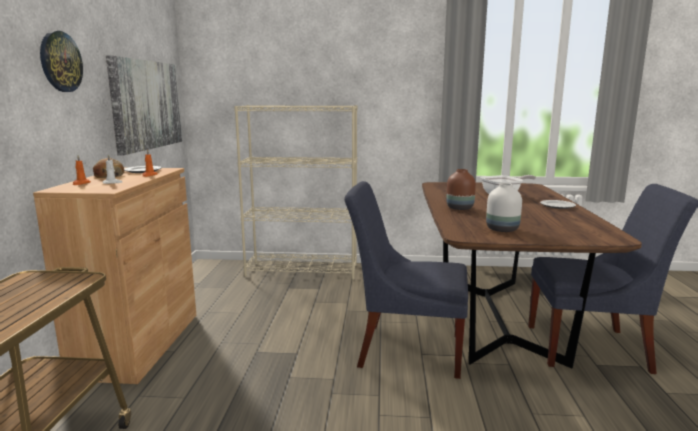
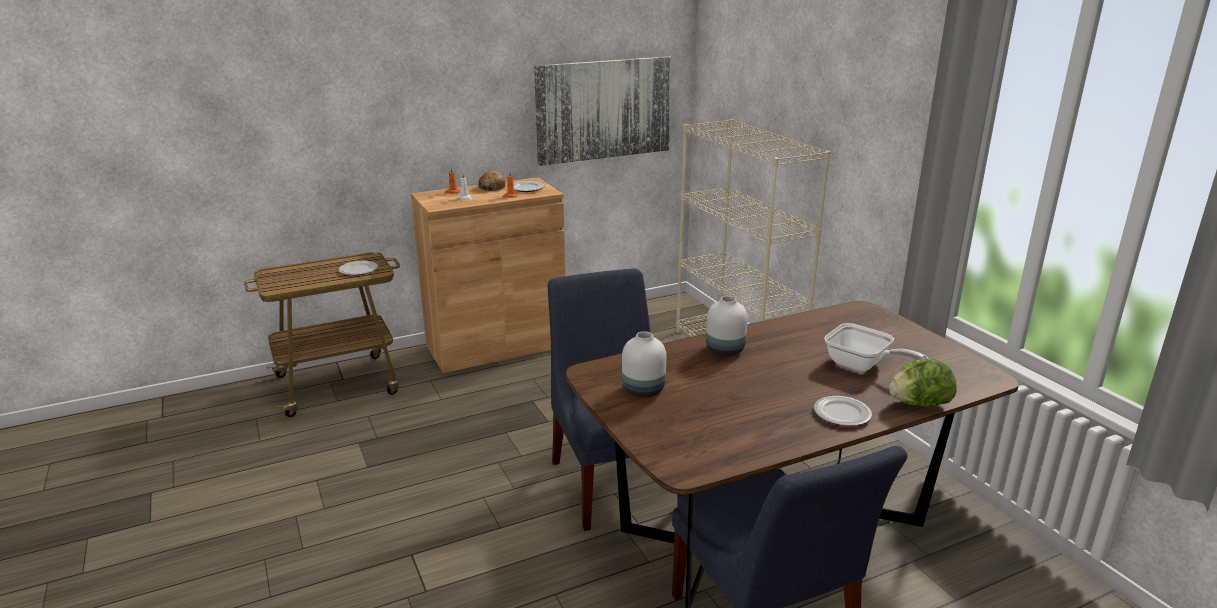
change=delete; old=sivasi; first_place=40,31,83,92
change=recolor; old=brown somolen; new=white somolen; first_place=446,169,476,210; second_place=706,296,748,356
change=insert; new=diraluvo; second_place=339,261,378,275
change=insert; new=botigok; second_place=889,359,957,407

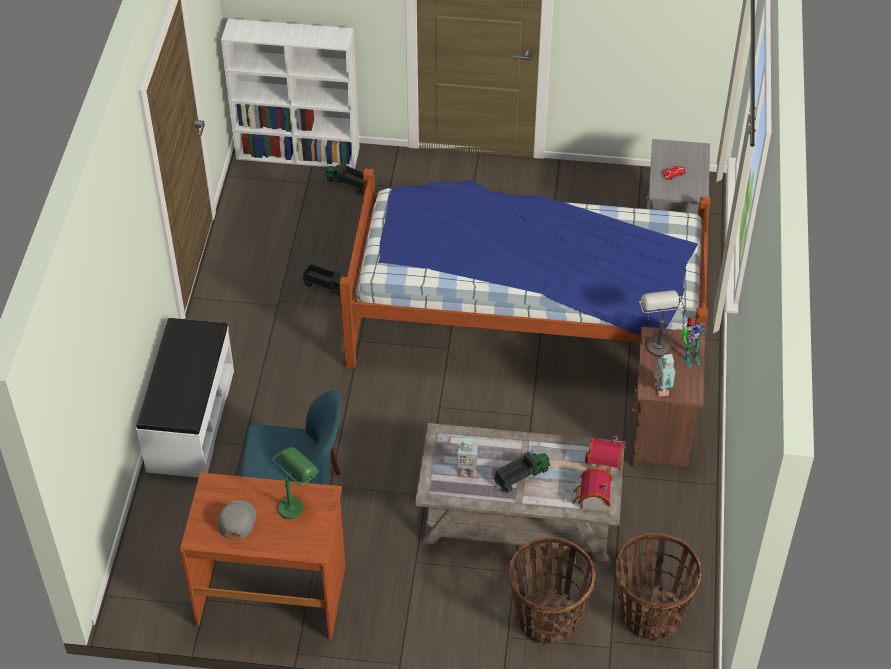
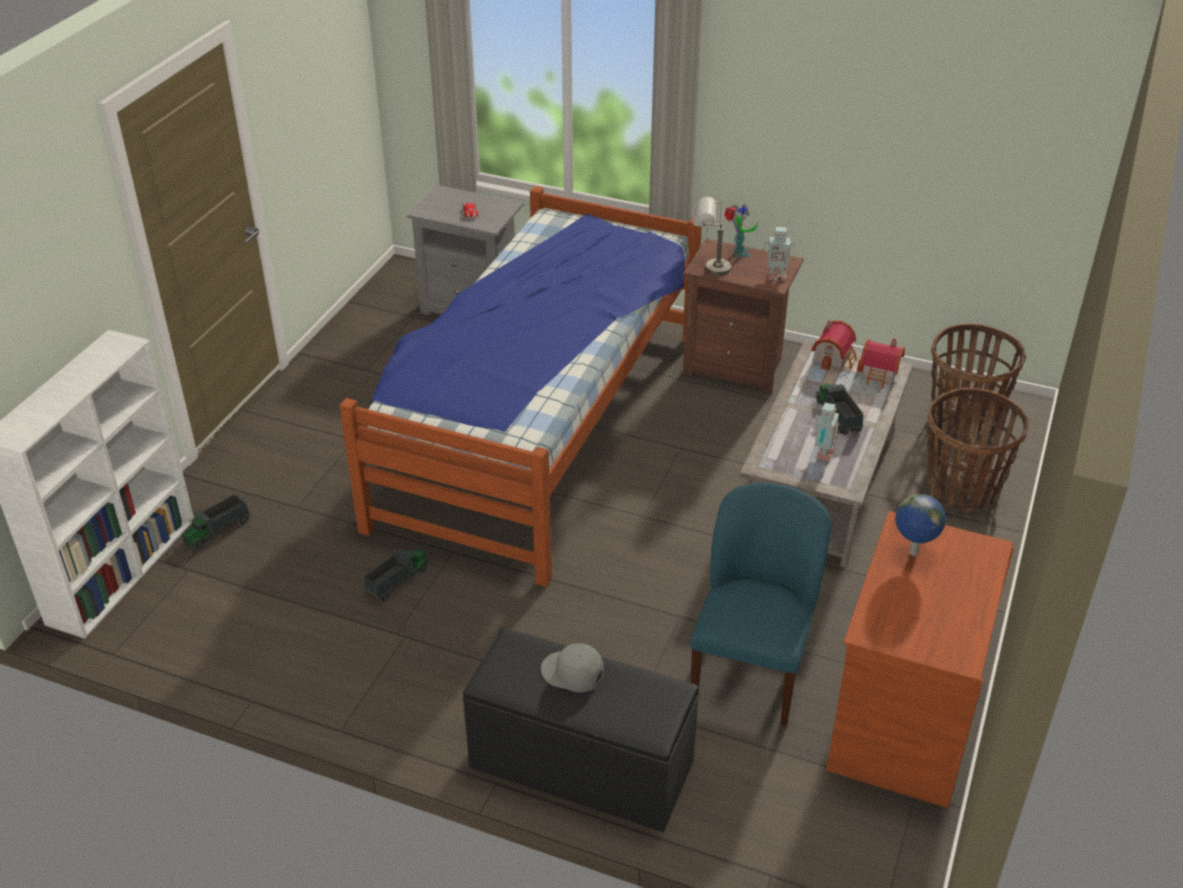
change=recolor; old=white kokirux; new=black kokirux; first_place=136,318,234,478; second_place=463,627,700,832
change=move; old=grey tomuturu; first_place=218,500,256,539; second_place=541,643,604,692
change=replace; old=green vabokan; new=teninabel; first_place=272,447,318,519; second_place=895,494,946,556

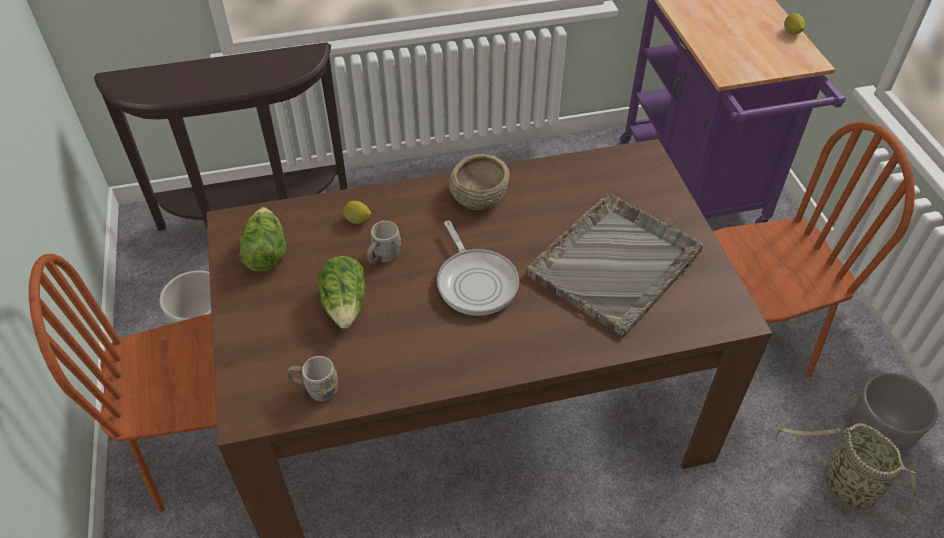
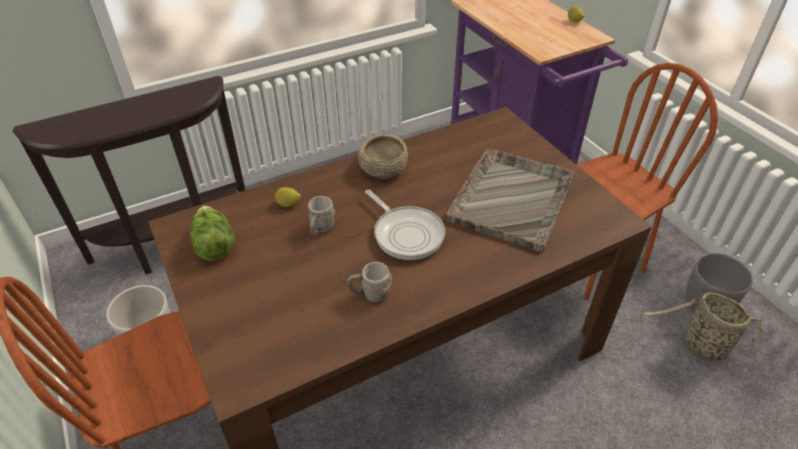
change=move; old=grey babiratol; first_place=287,356,338,402; second_place=348,262,392,302
change=delete; old=botigok; first_place=317,256,366,329

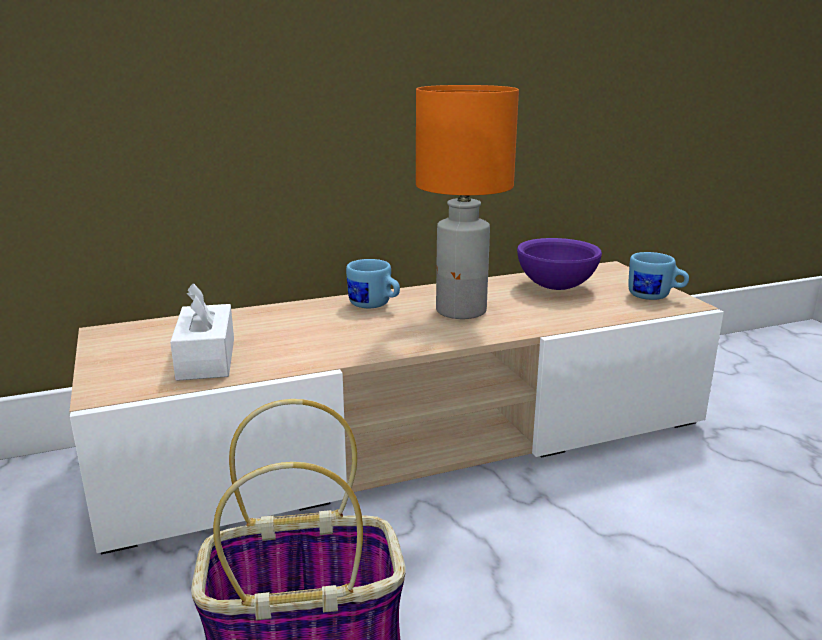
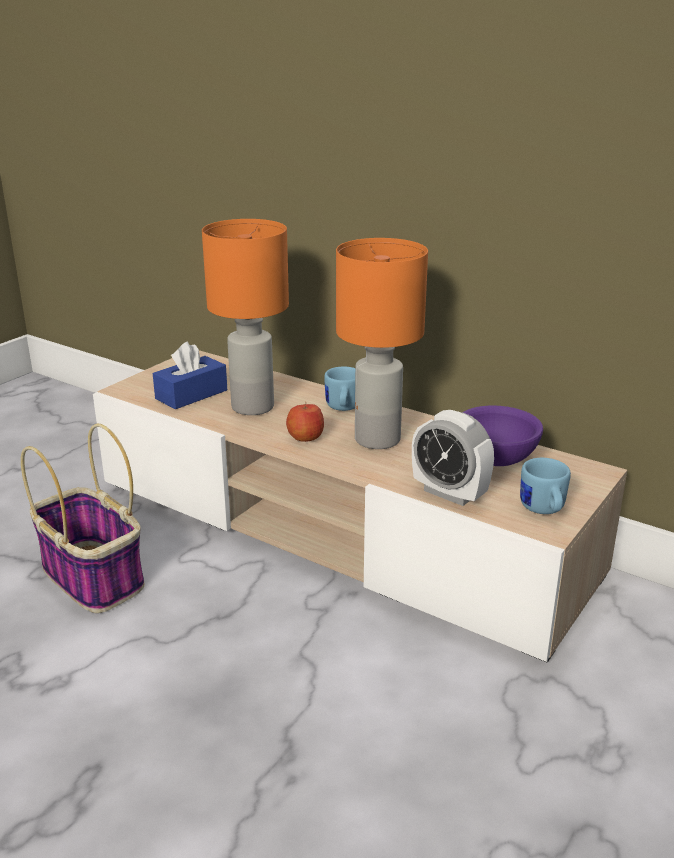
change=recolor; old=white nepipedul; new=blue nepipedul; first_place=170,283,234,381; second_place=153,341,227,409
change=insert; new=orange vabokan; second_place=202,219,289,415
change=insert; new=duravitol; second_place=286,402,324,442
change=insert; new=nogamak; second_place=412,410,494,506

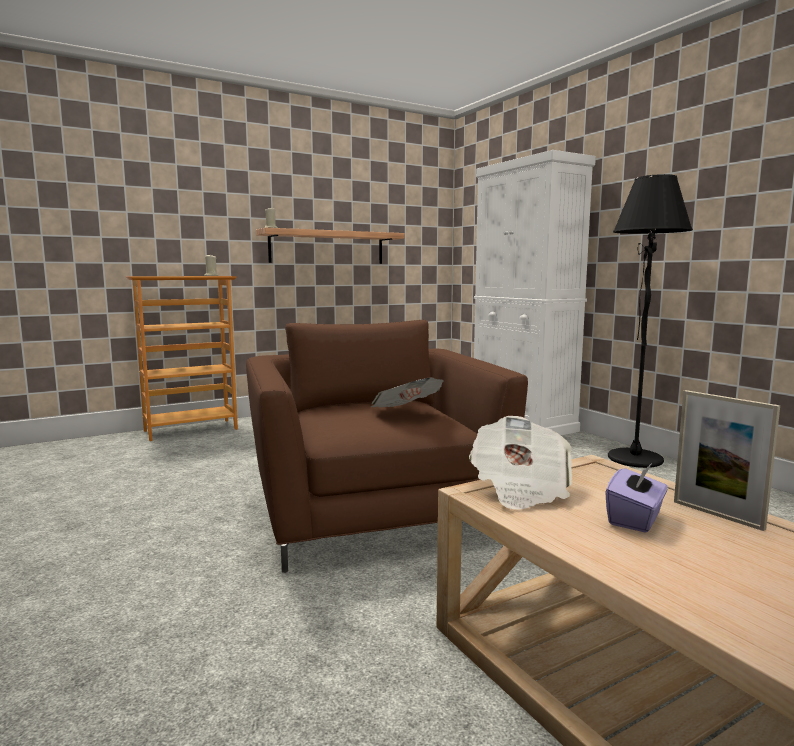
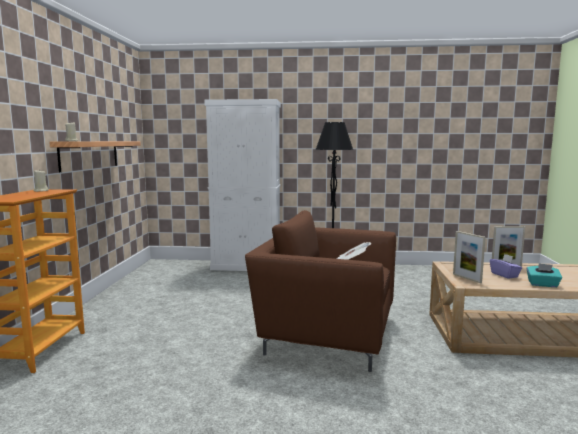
change=replace; old=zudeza; new=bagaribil; first_place=469,416,572,509; second_place=453,231,486,283
change=insert; new=turquoise nepipedul; second_place=527,263,562,287

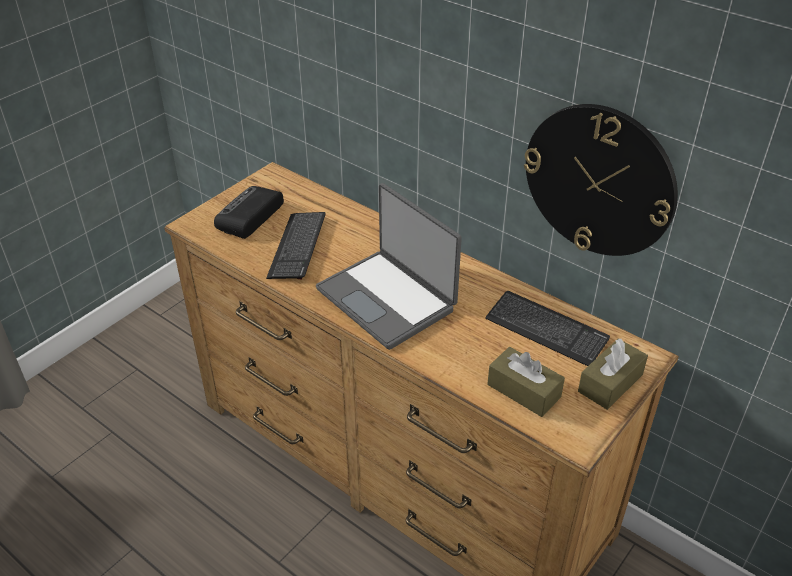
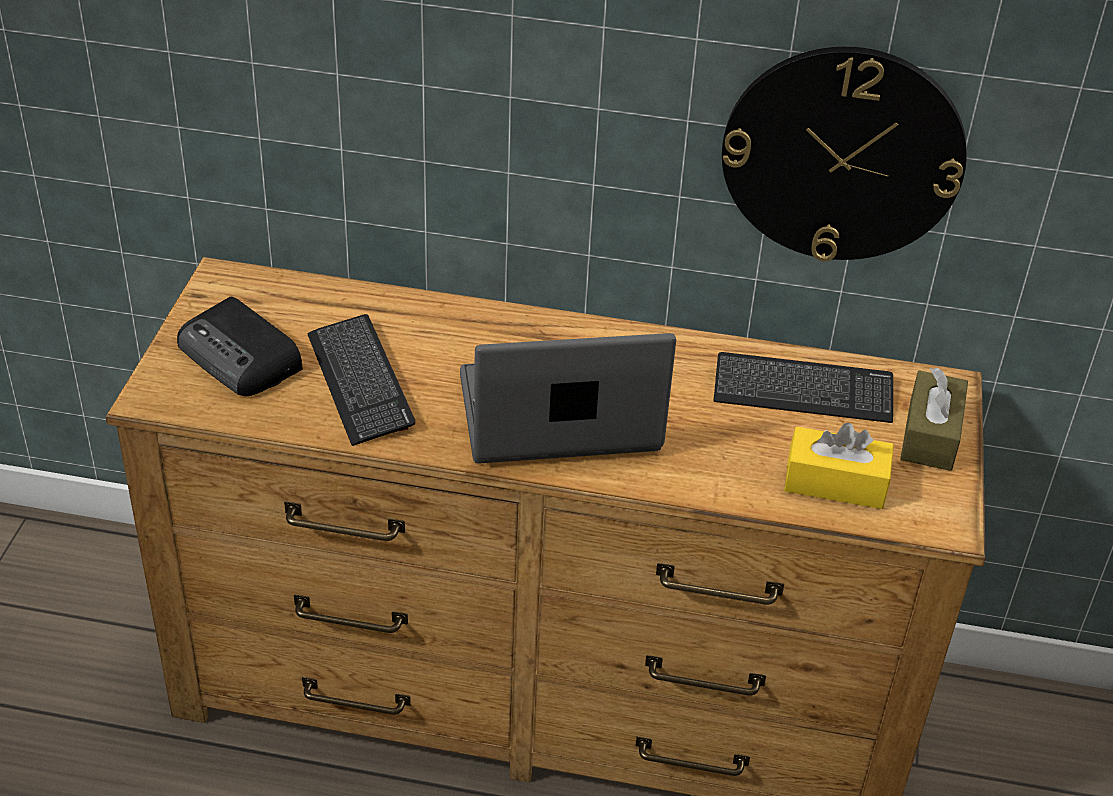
change=rotate; old=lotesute; first_place=214,186,284,239; second_place=177,297,303,396; degrees=-45
change=rotate; old=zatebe; first_place=316,183,462,350; second_place=460,333,676,464; degrees=150
change=recolor; old=brown nepipedul; new=yellow nepipedul; first_place=487,347,565,417; second_place=784,423,894,509

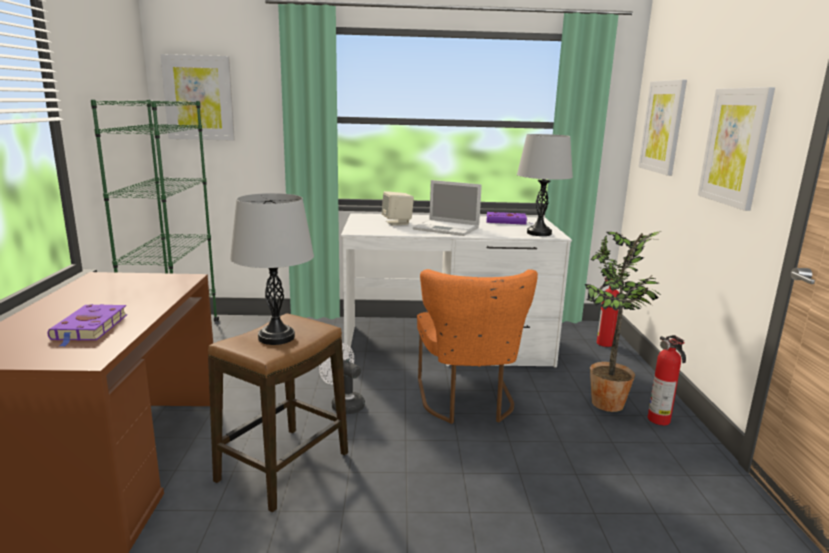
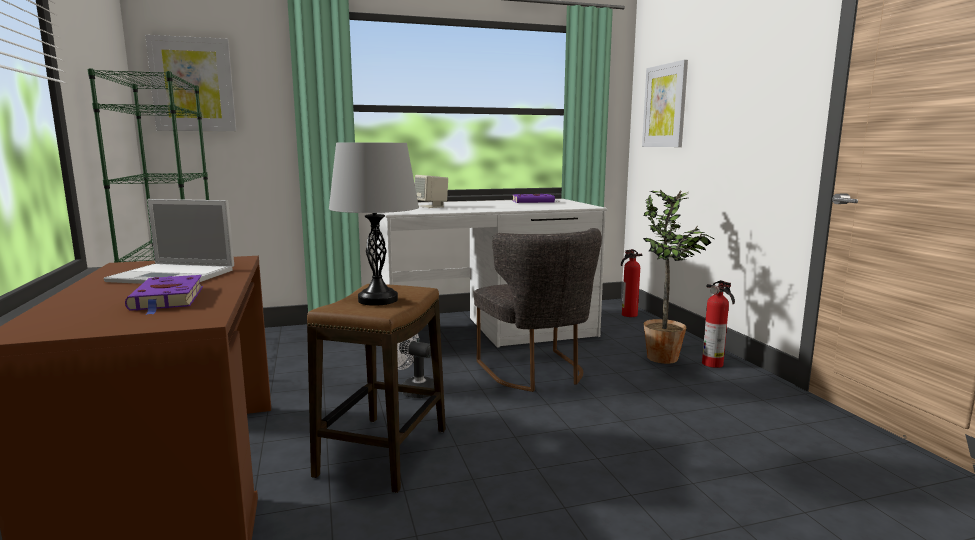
change=move; old=zatebe; first_place=413,180,482,236; second_place=103,199,234,284
change=recolor; old=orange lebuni; new=grey lebuni; first_place=417,269,538,424; second_place=474,228,602,392
change=delete; old=grey vabokan; first_place=517,134,573,236
change=delete; old=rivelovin; first_place=698,87,775,211

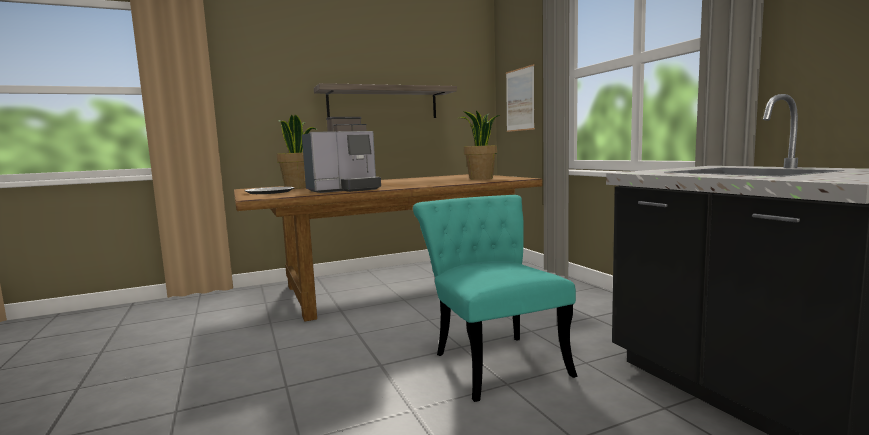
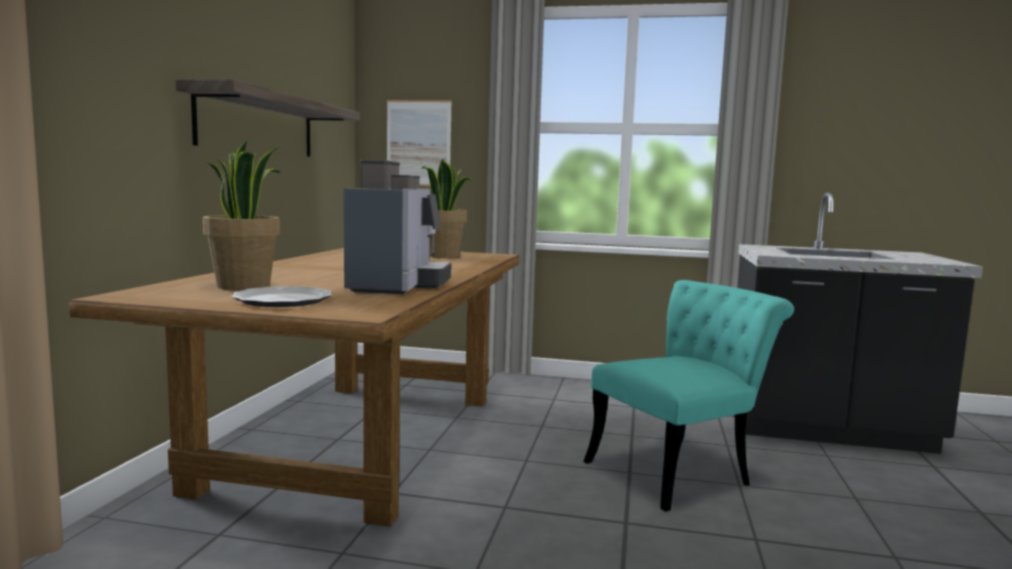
change=rotate; old=turquoise lebuni; first_place=413,195,578,402; second_place=583,280,794,512; degrees=135

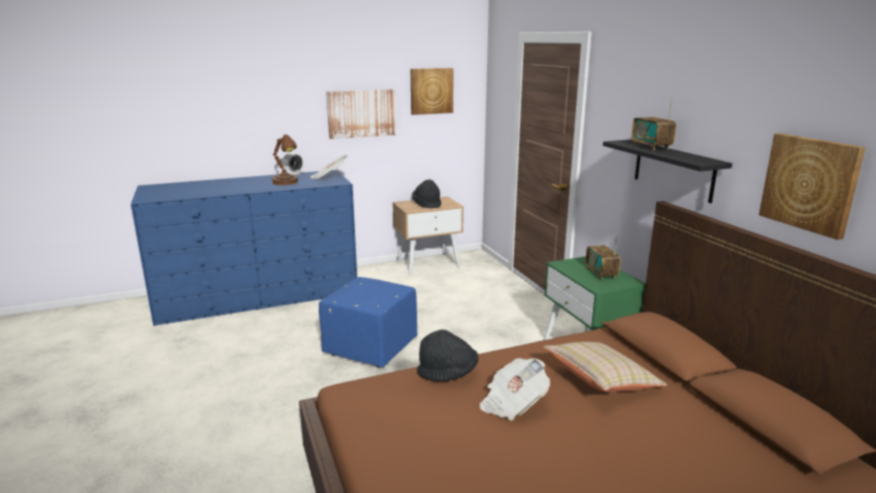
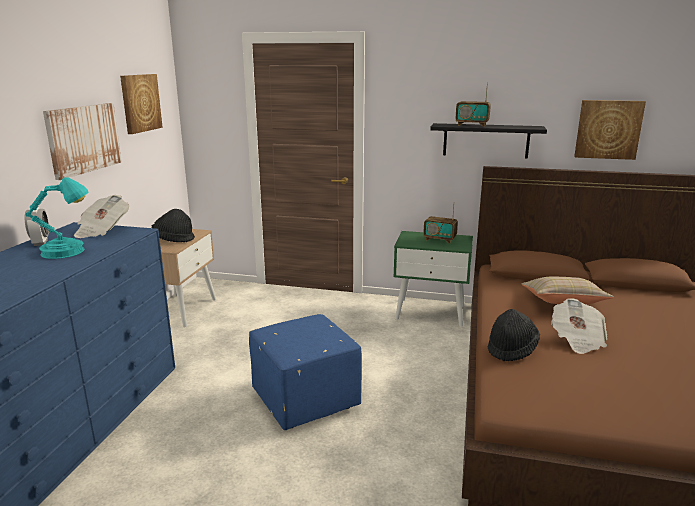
change=recolor; old=brown vabokan; new=turquoise vabokan; first_place=272,134,298,185; second_place=26,177,89,259

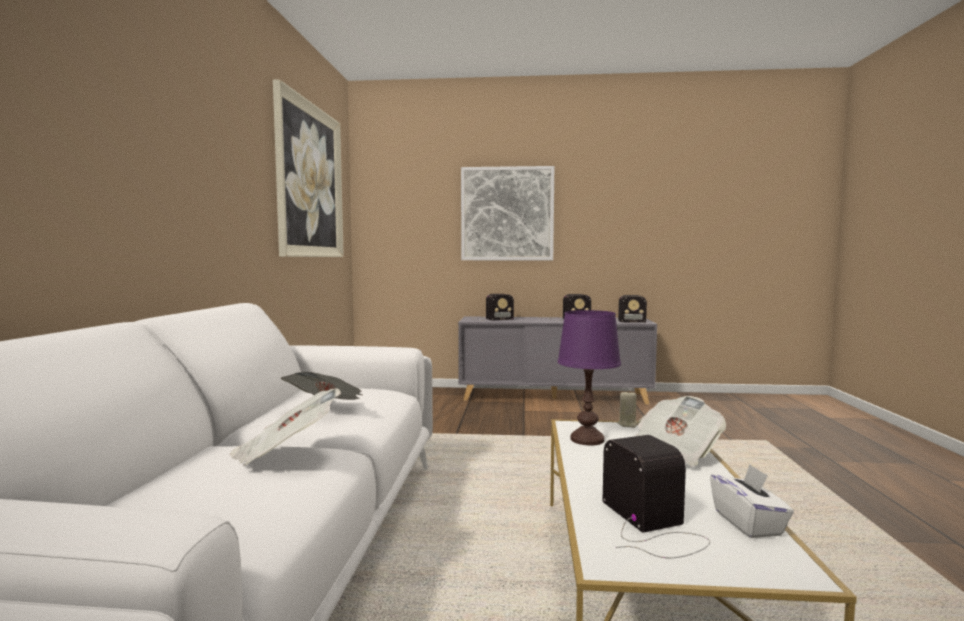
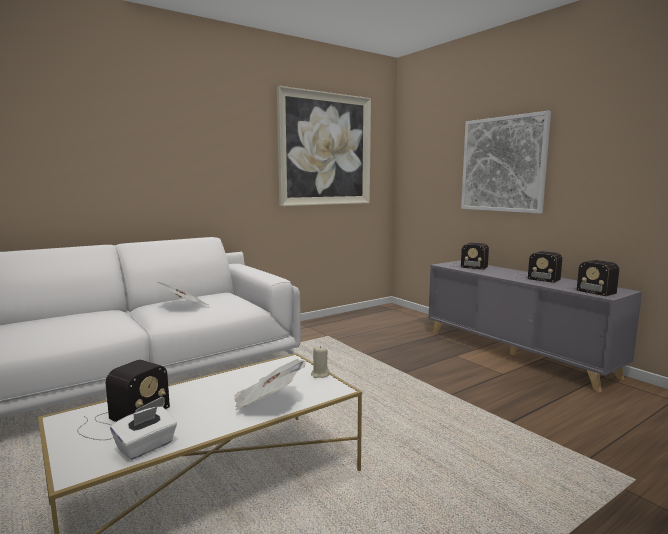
change=delete; old=zudeza; first_place=230,388,341,465
change=delete; old=purple vabokan; first_place=558,310,621,445

